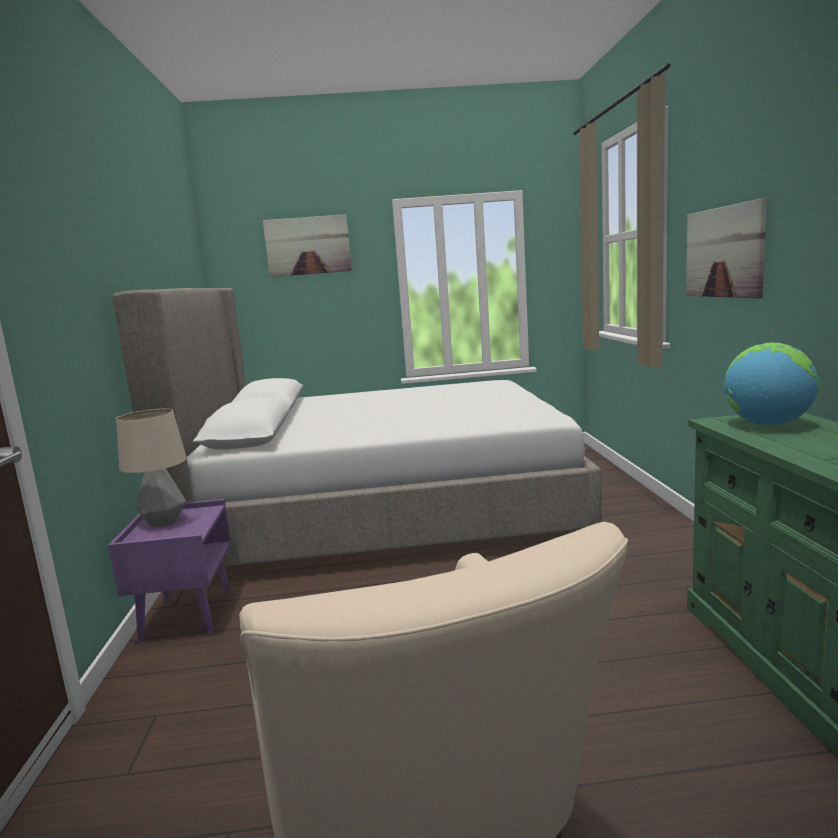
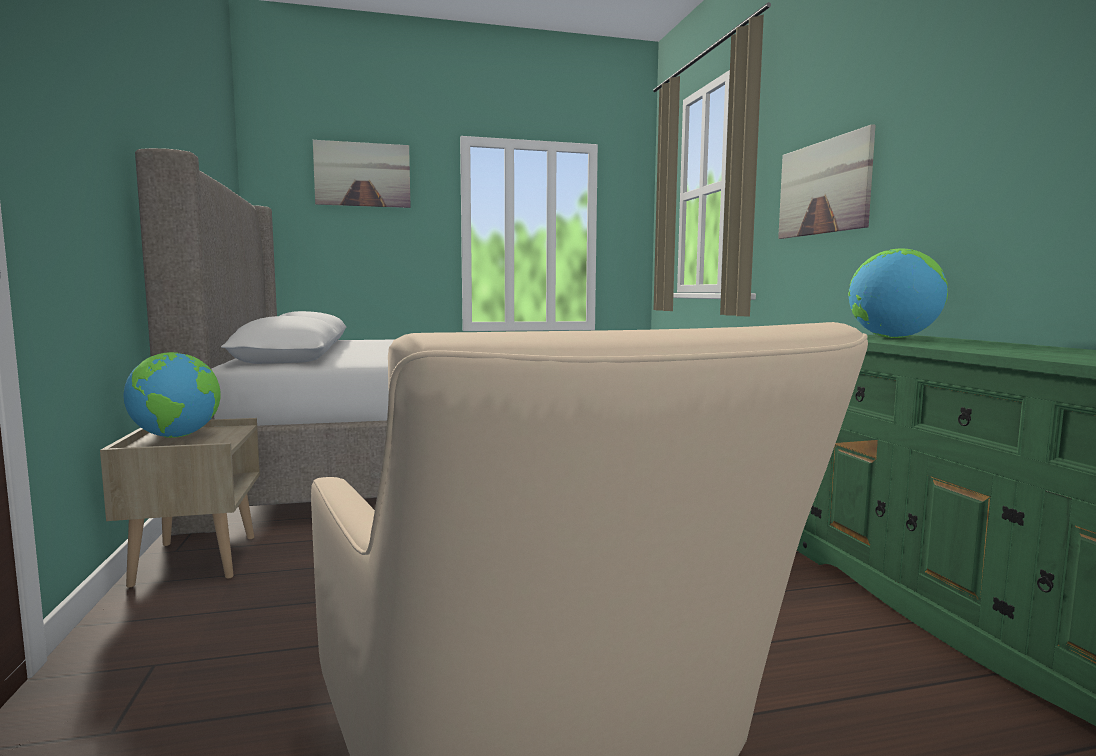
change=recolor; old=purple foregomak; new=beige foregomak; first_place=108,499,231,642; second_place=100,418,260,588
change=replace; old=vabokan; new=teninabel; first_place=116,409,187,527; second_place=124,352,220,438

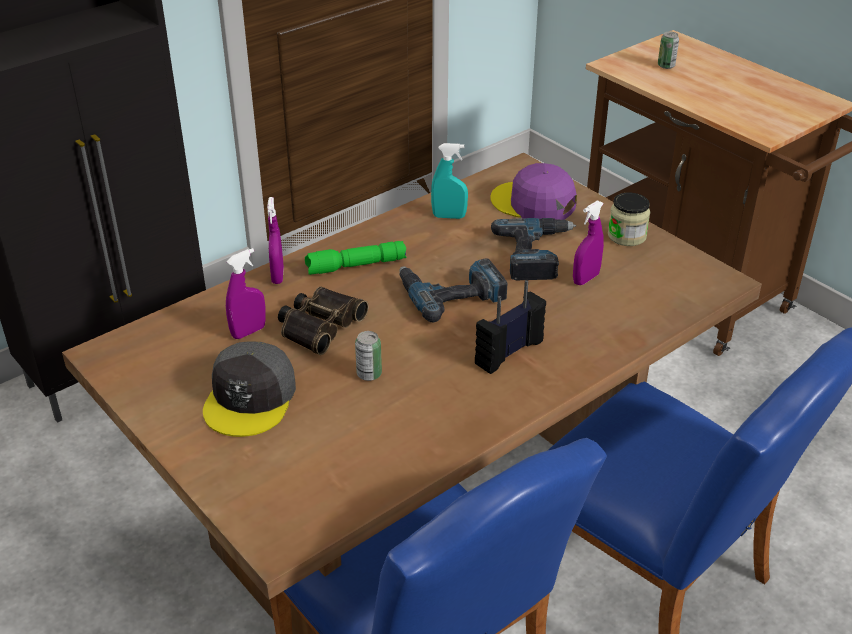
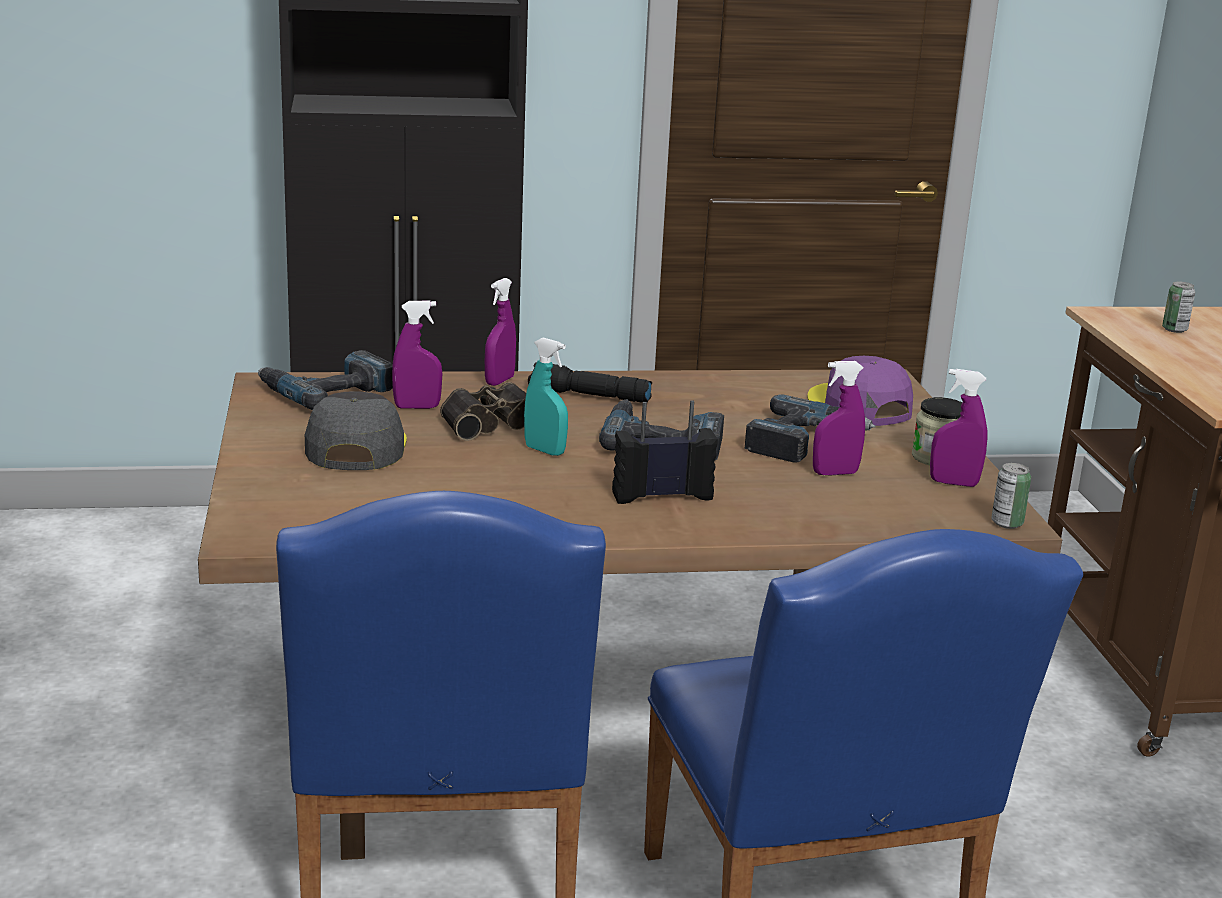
change=rotate; old=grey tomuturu; first_place=203,341,296,437; second_place=305,391,407,470; degrees=135
change=recolor; old=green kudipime; new=black kudipime; first_place=305,241,406,275; second_place=528,362,652,403
change=move; old=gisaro; first_place=355,331,382,381; second_place=991,463,1031,529
change=move; old=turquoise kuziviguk; first_place=431,143,468,219; second_place=524,338,568,456
change=insert; new=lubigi; second_place=258,350,393,410
change=insert; new=purple kuziviguk; second_place=930,369,987,487

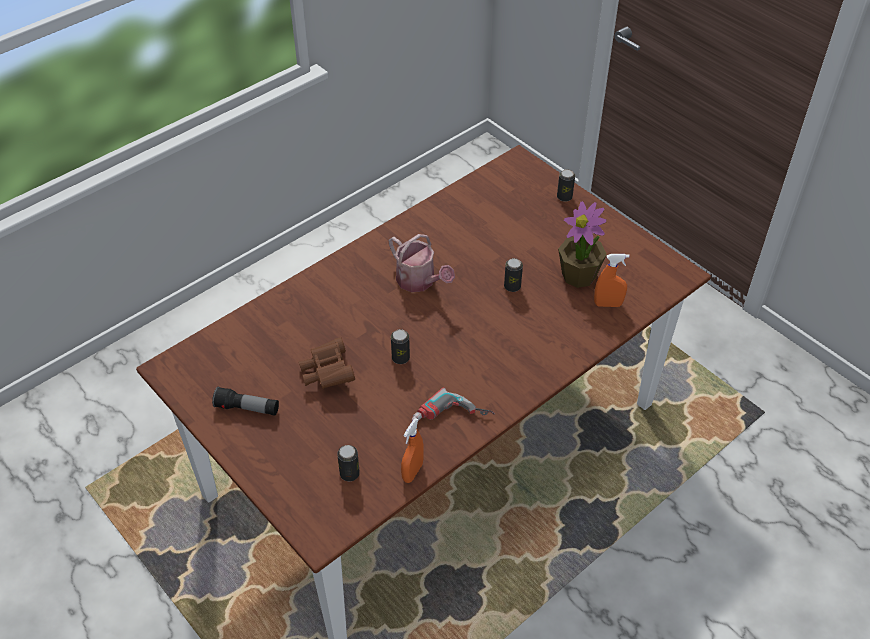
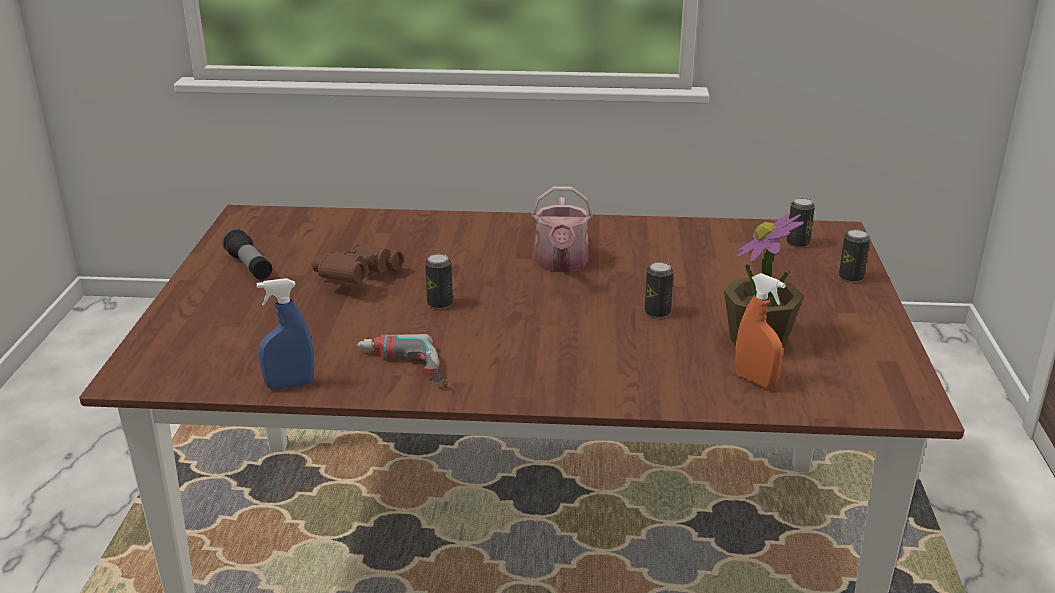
change=move; old=gisaro; first_place=337,445,360,481; second_place=786,198,815,248
change=recolor; old=orange kuziviguk; new=blue kuziviguk; first_place=401,418,424,483; second_place=257,278,314,390

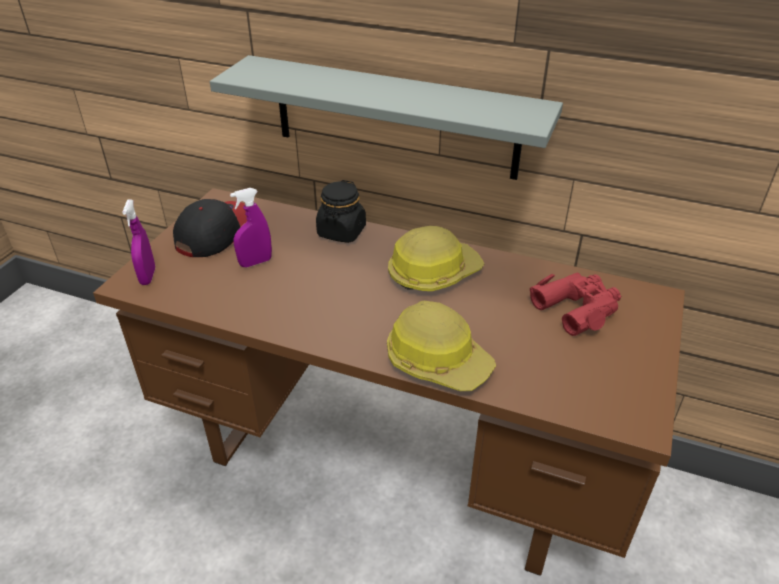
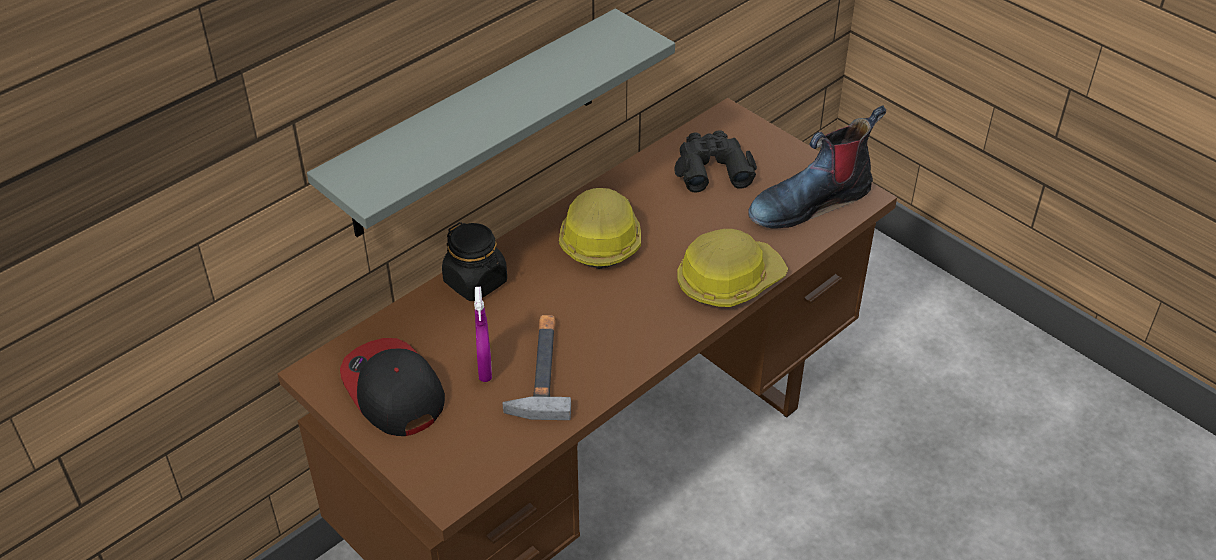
change=delete; old=purple kuziviguk; first_place=122,199,155,285
change=recolor; old=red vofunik; new=black vofunik; first_place=530,273,621,336; second_place=674,130,757,193
change=insert; new=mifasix; second_place=502,315,571,420
change=insert; new=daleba; second_place=748,105,886,228

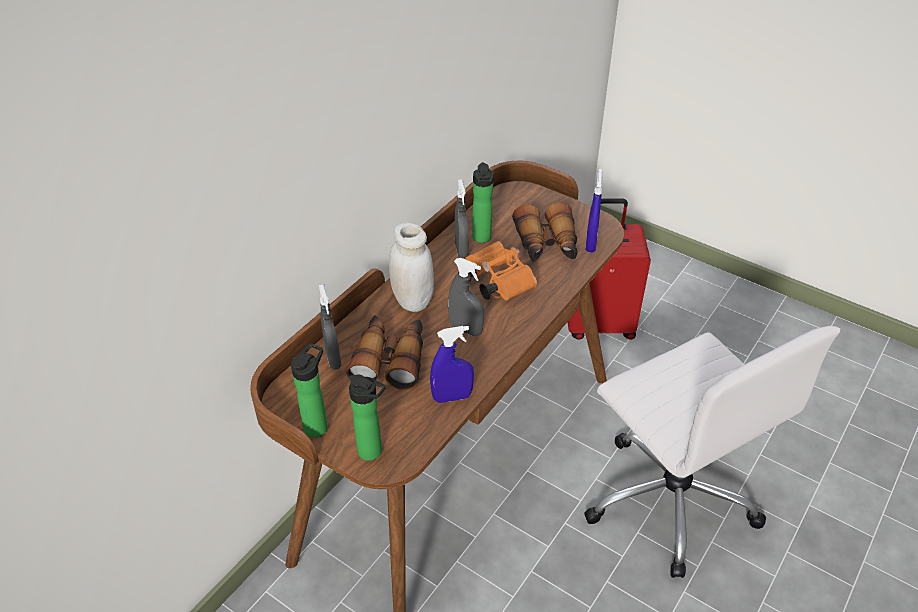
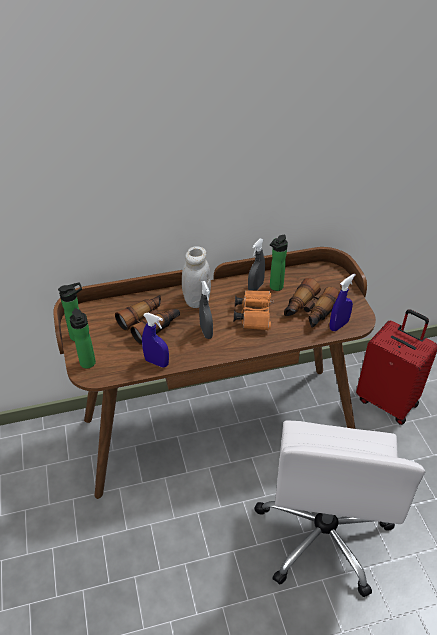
change=delete; old=grey kuziviguk; first_place=319,284,342,370

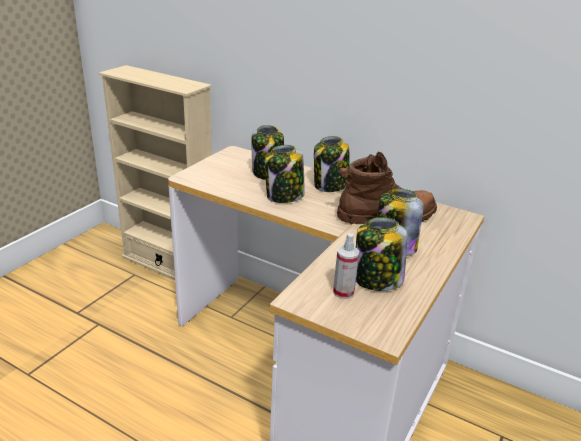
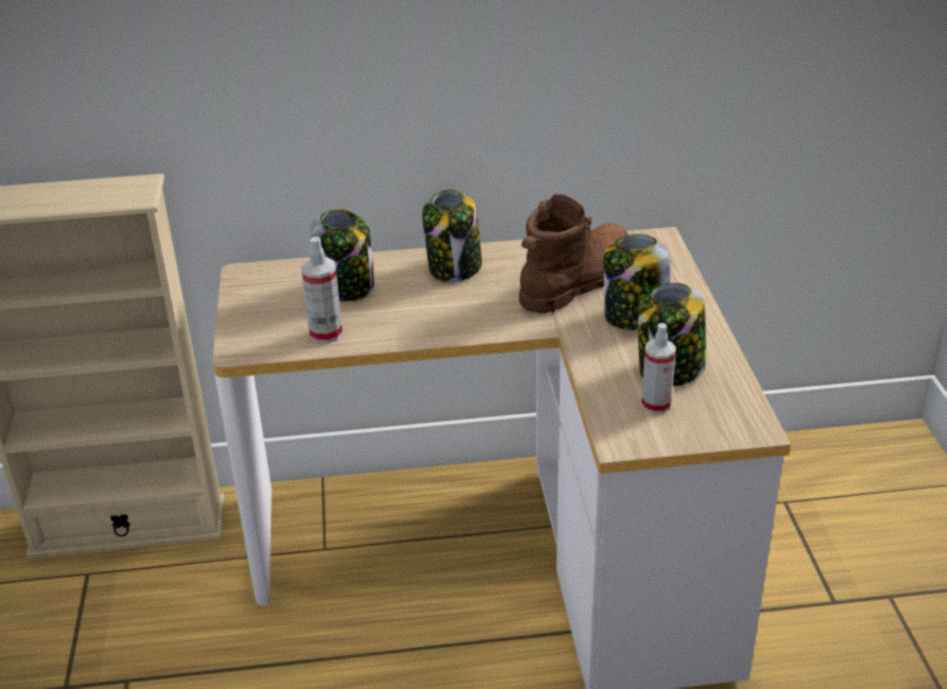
change=delete; old=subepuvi; first_place=265,145,305,203
change=insert; new=kuziviguk; second_place=301,236,343,343

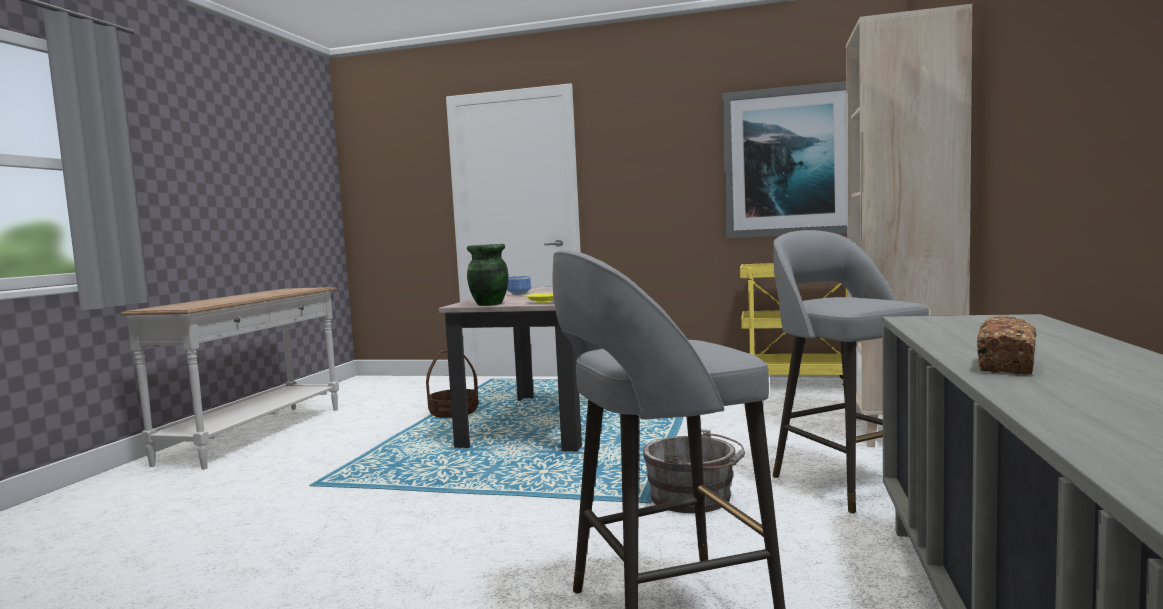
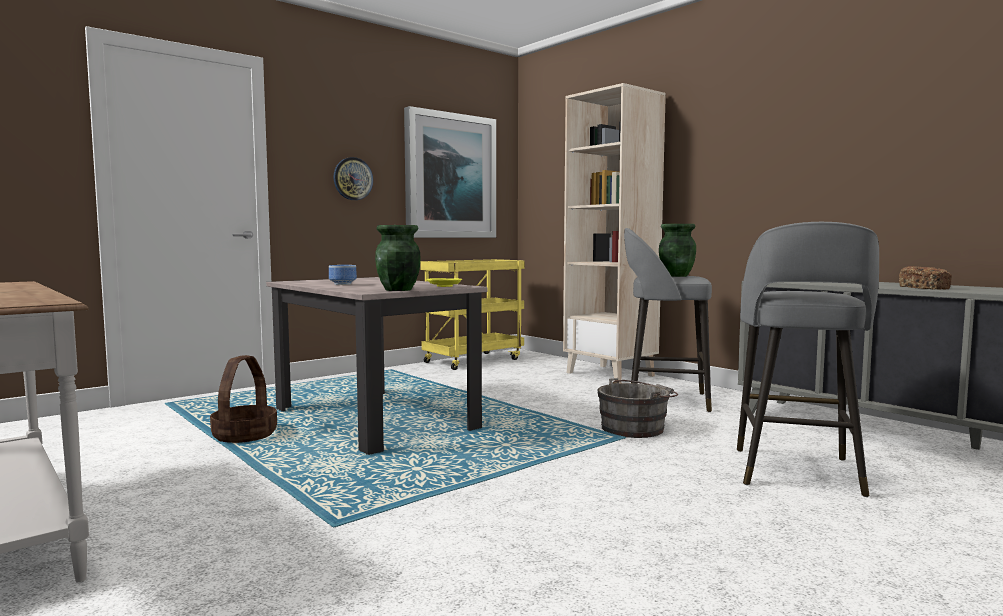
change=insert; new=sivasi; second_place=334,157,373,200
change=insert; new=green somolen; second_place=659,224,696,277

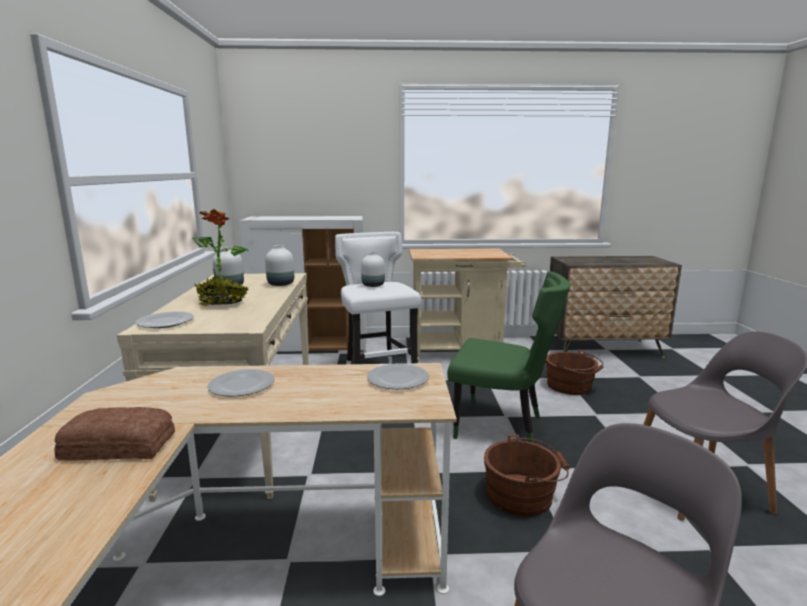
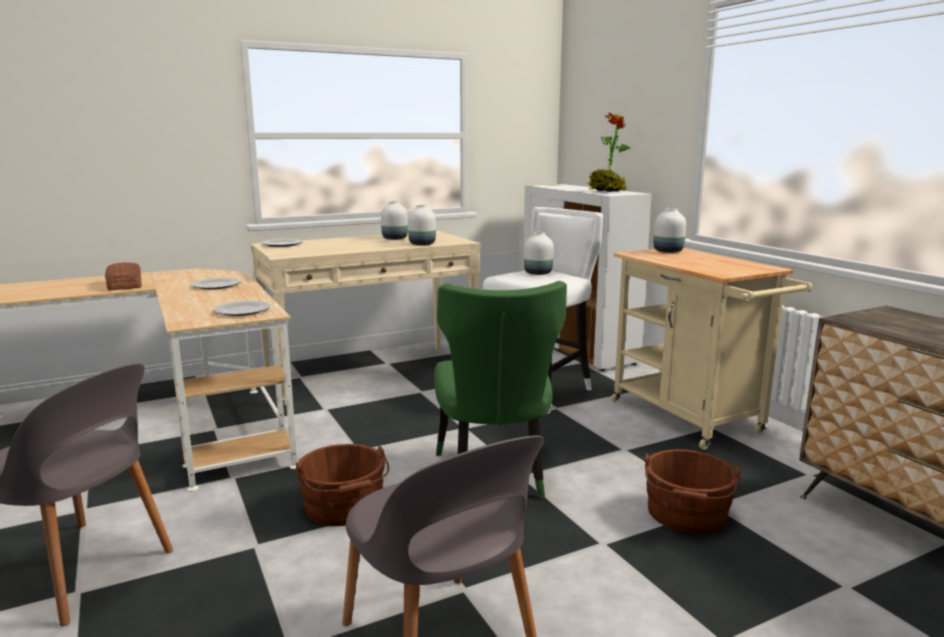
change=move; old=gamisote; first_place=192,209,249,306; second_place=587,112,630,191
change=insert; new=white somolen; second_place=653,208,686,253

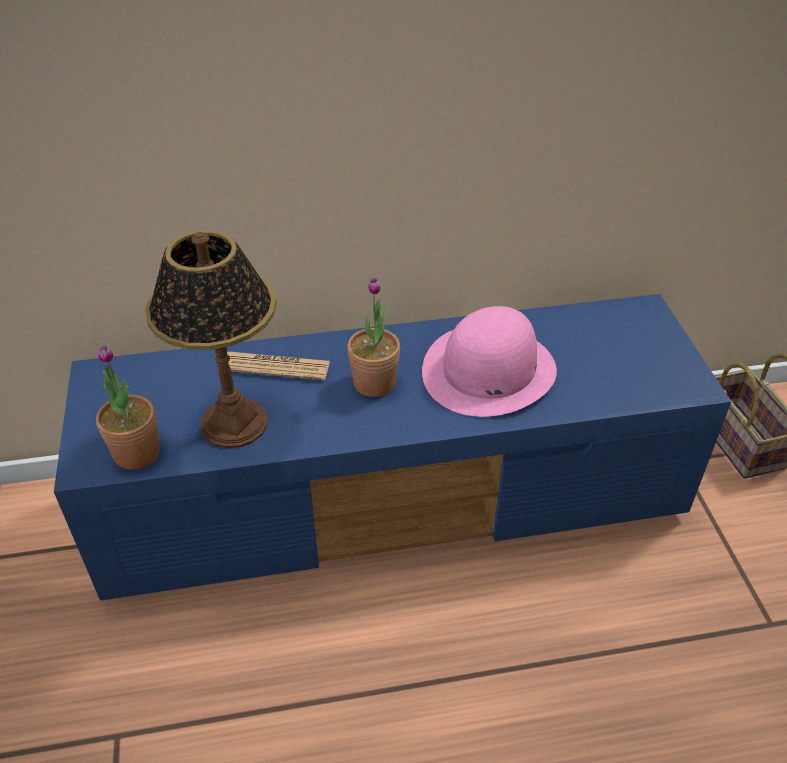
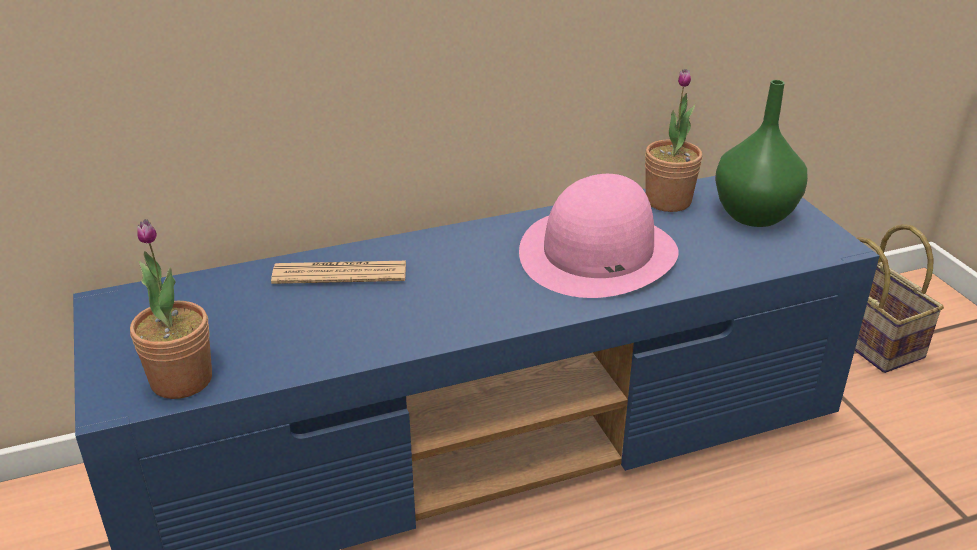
change=delete; old=vabokan; first_place=145,230,276,448
change=move; old=gamisote; first_place=347,278,400,397; second_place=645,69,702,212
change=insert; new=green somolen; second_place=715,80,808,227

